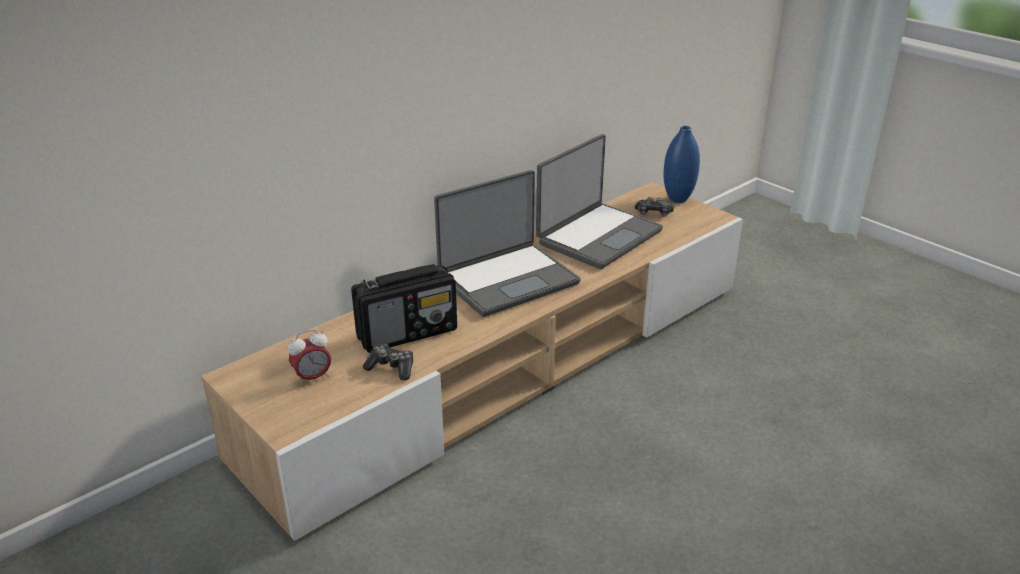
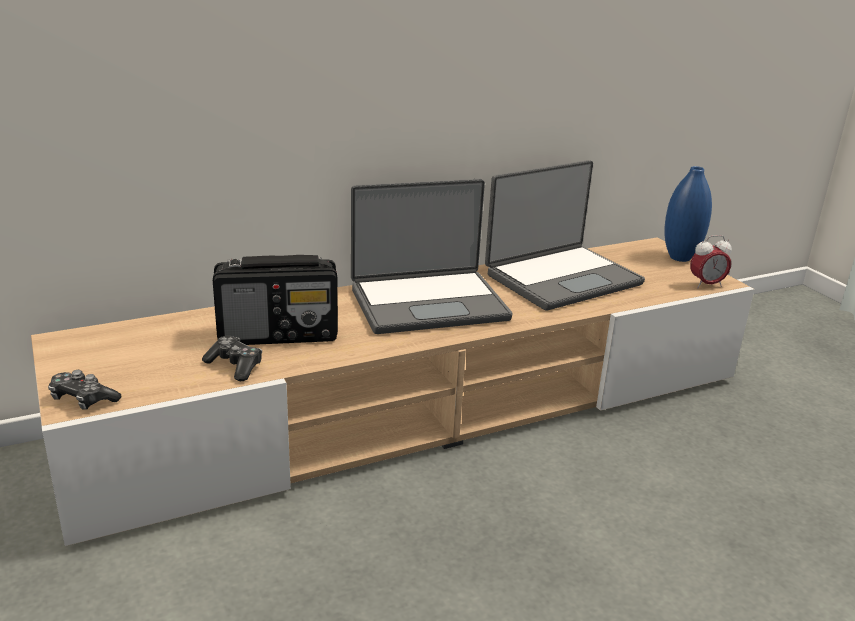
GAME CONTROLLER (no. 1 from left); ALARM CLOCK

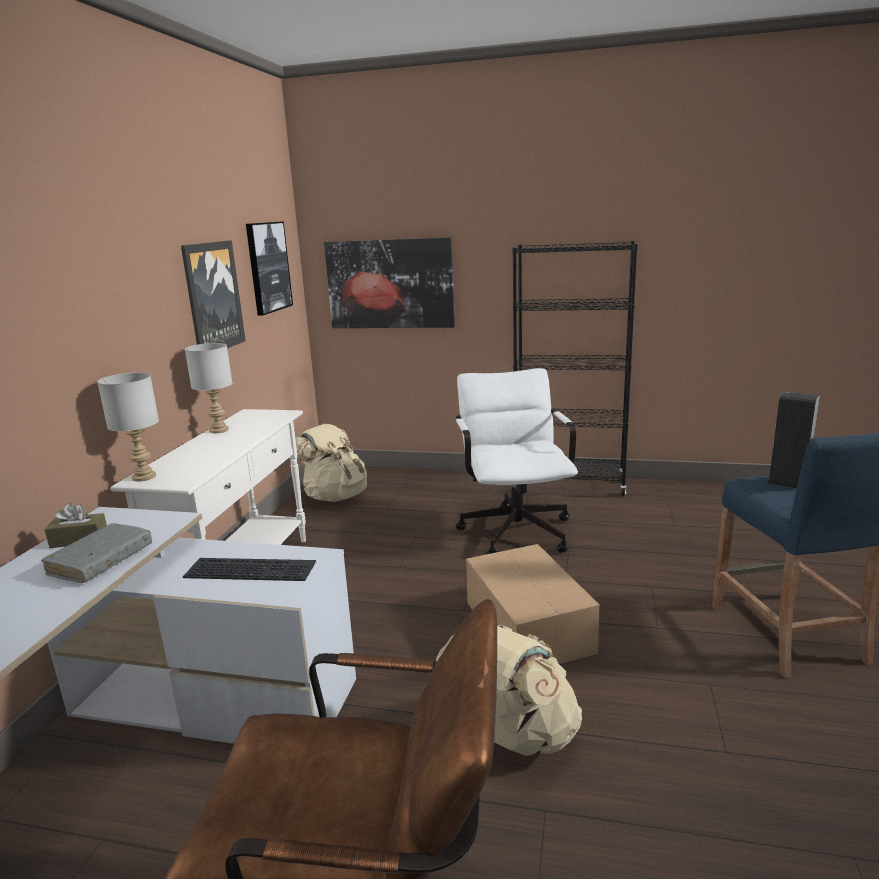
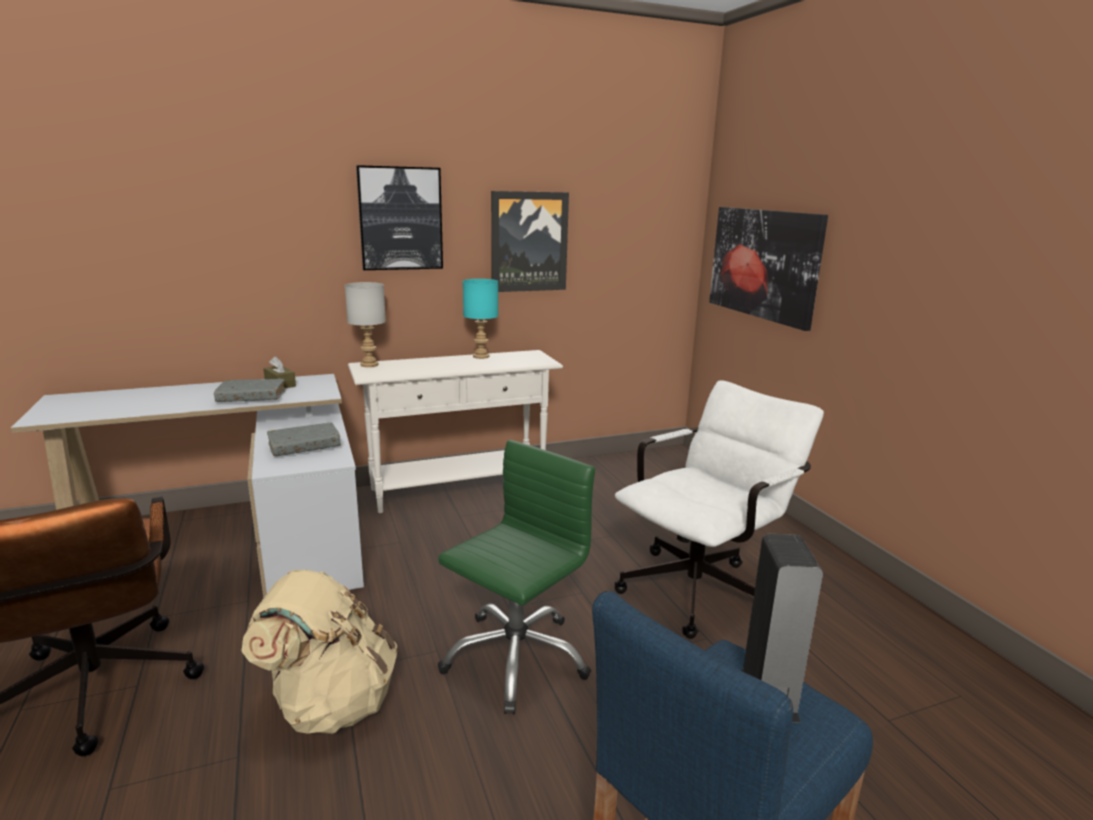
GREY BOOK (no. 2 from left); PICTURE (no. 1 from left); GREEN OFFICE CHAIR; TURQUOISE TABLE LAMP; BEIGE BACKPACK (no. 1 from left in the first image); BLACK BOOKCASE

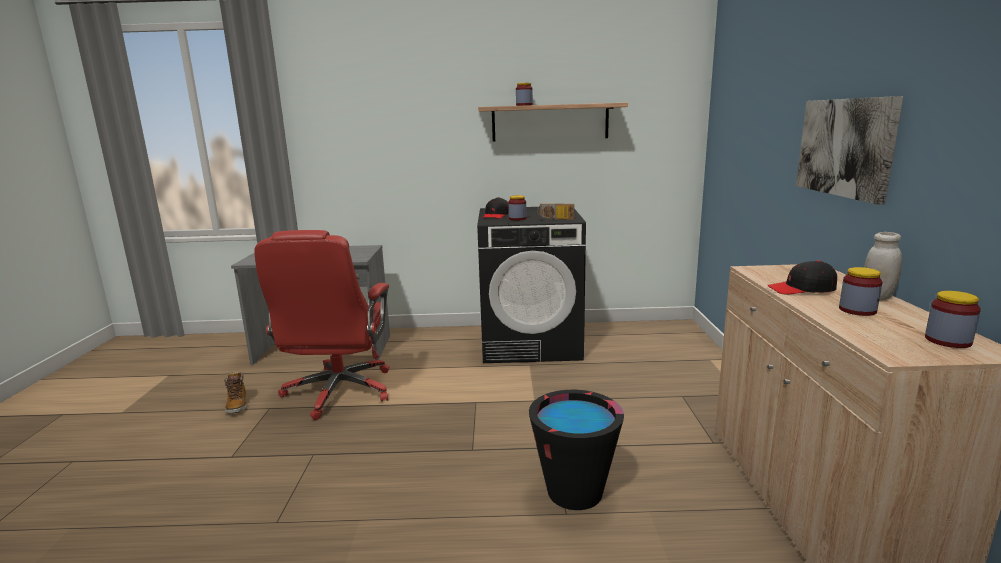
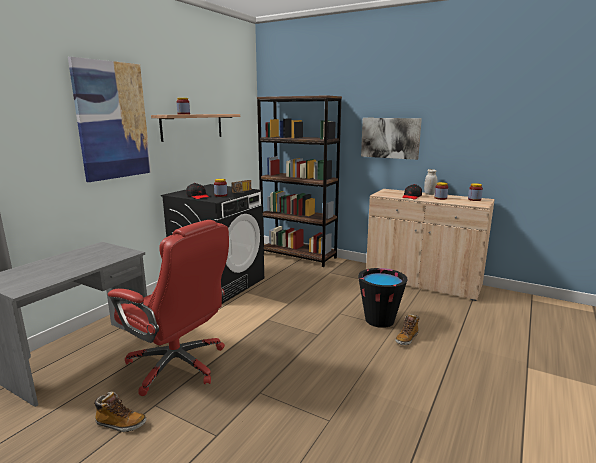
PICTURE (no. 1 from left); BROWN BOOKCASE; BOOT (no. 2 from left)

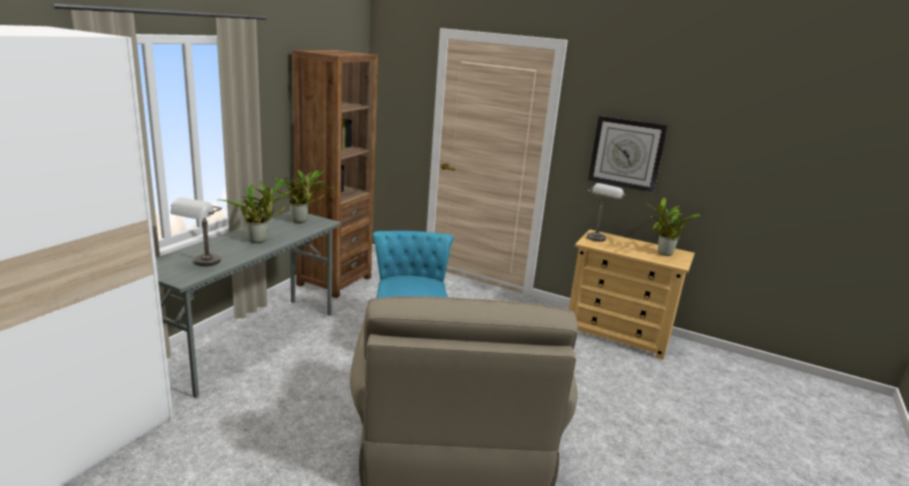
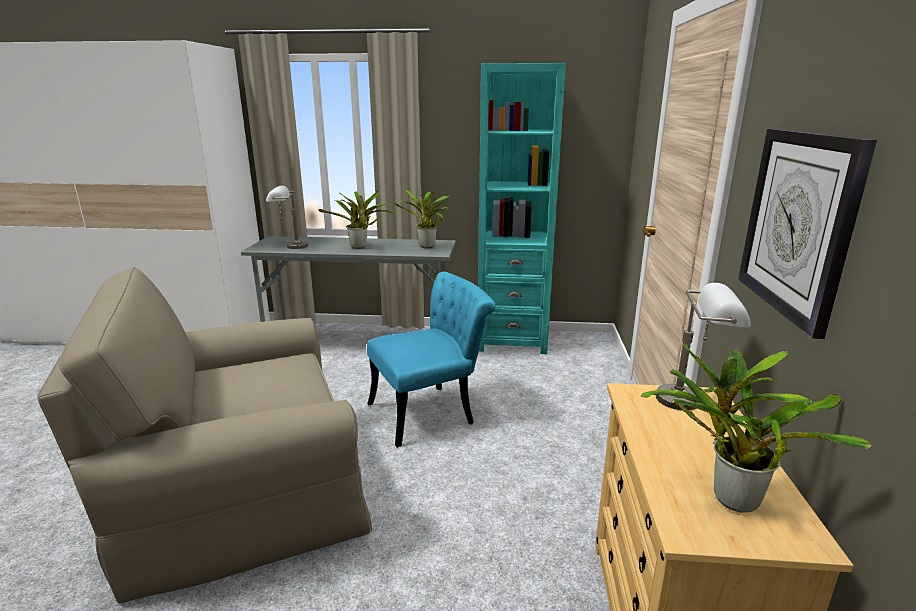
TURQUOISE BOOKCASE

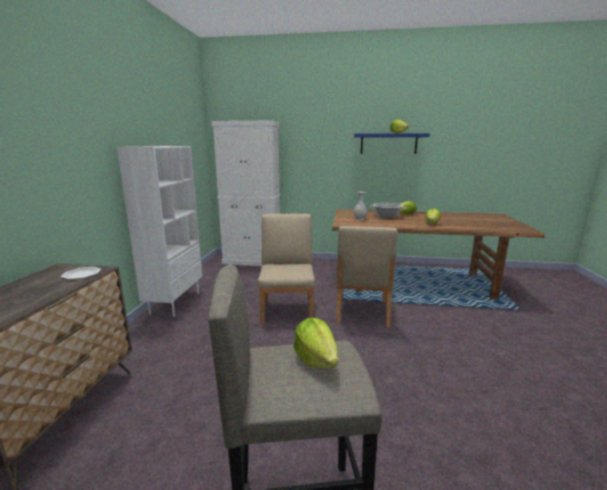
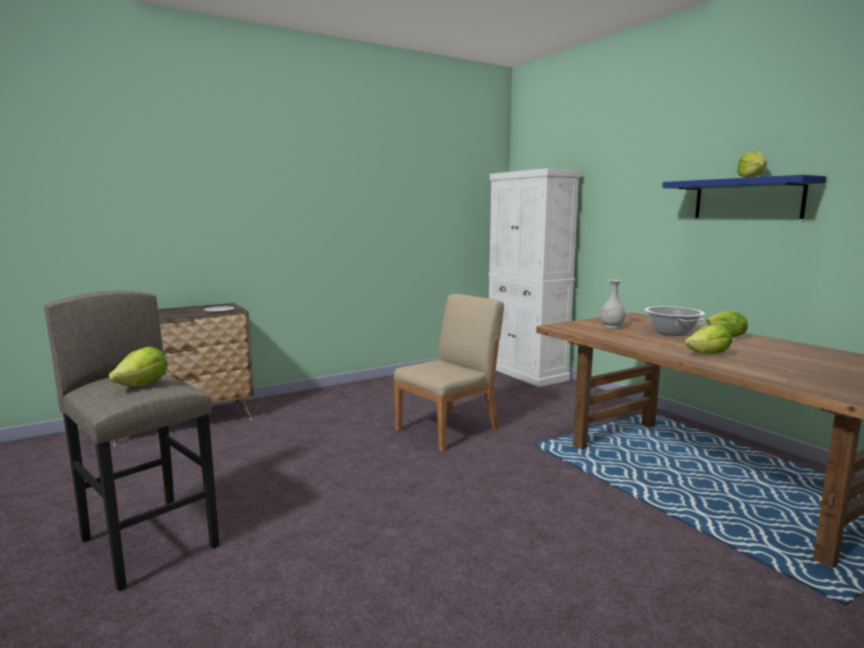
WHITE BOOKCASE; BEIGE CHAIR (no. 2 from left in the first image)

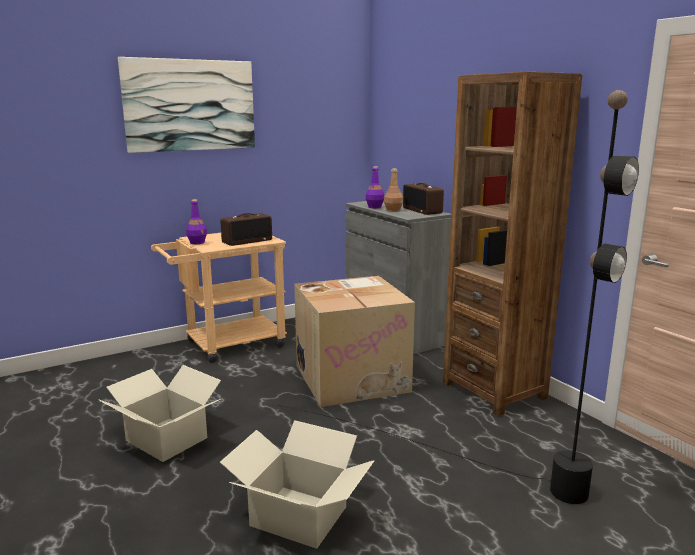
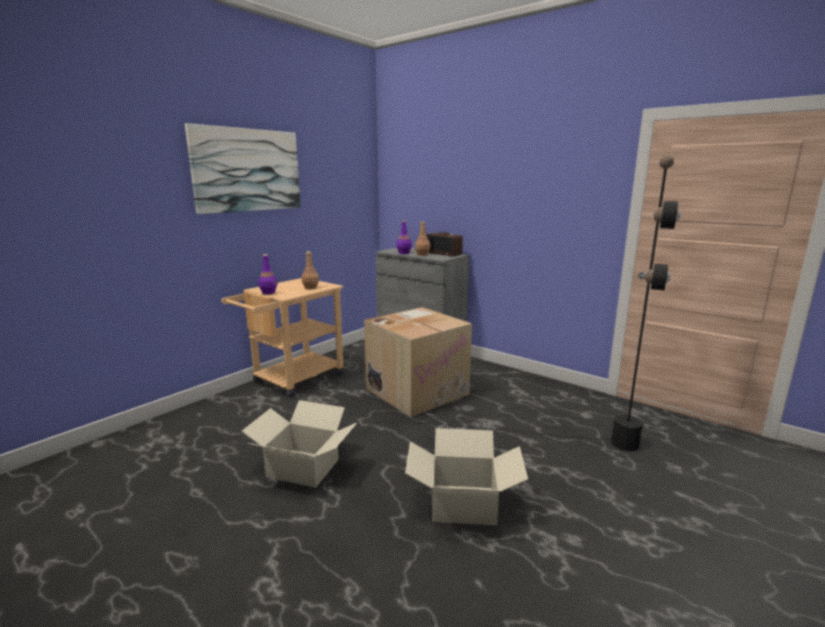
BROWN BOTTLE (no. 1 from left); BROWN BOOKCASE

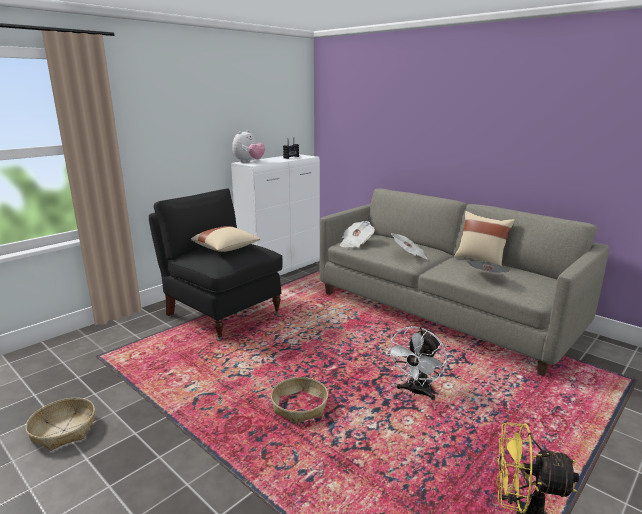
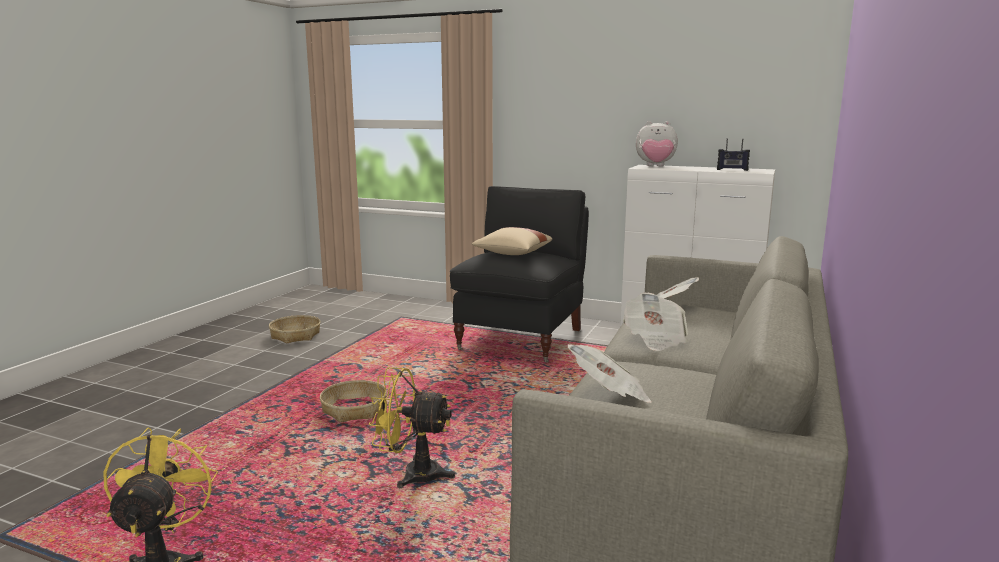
YELLOW FAN (no. 2 from left); BEIGE PILLOW (no. 2 from left in the first image)

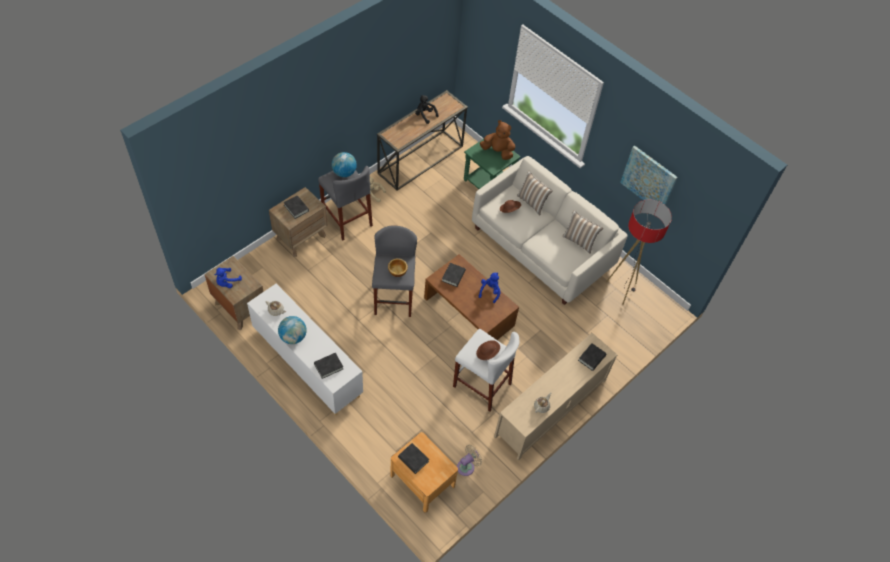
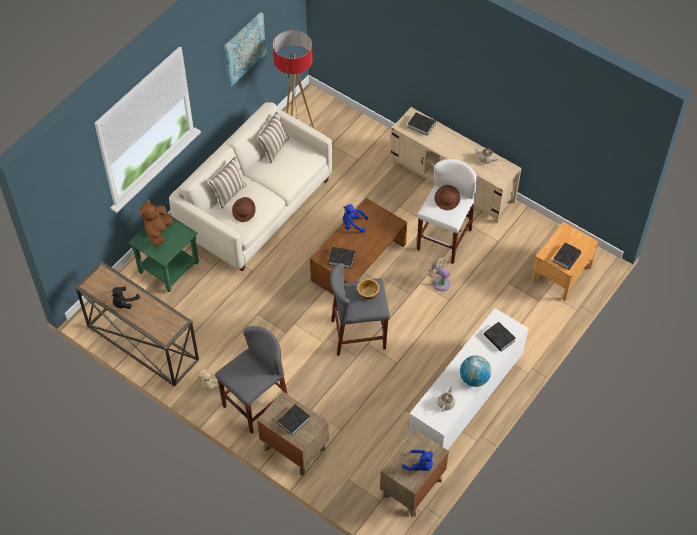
BEIGE FAN; GLOBE (no. 2 from left in the first image)

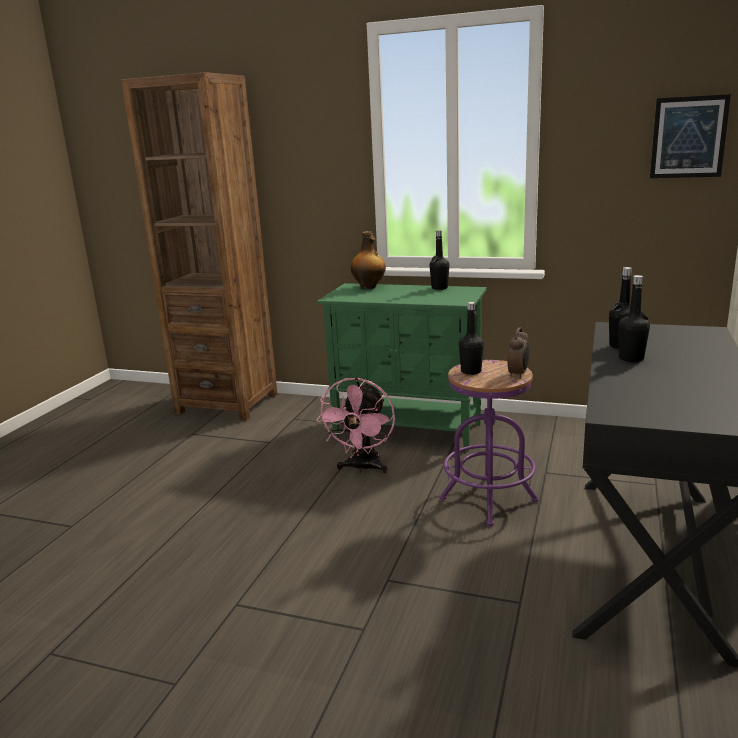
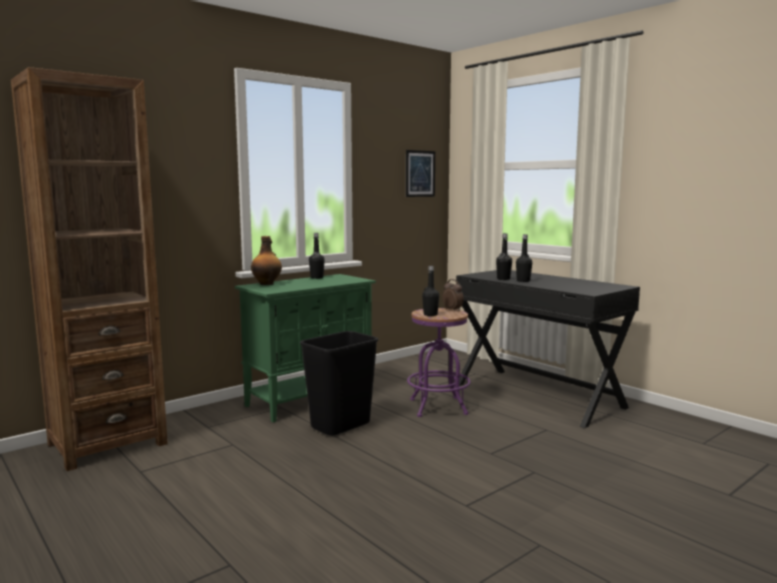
BLACK TRASH CAN

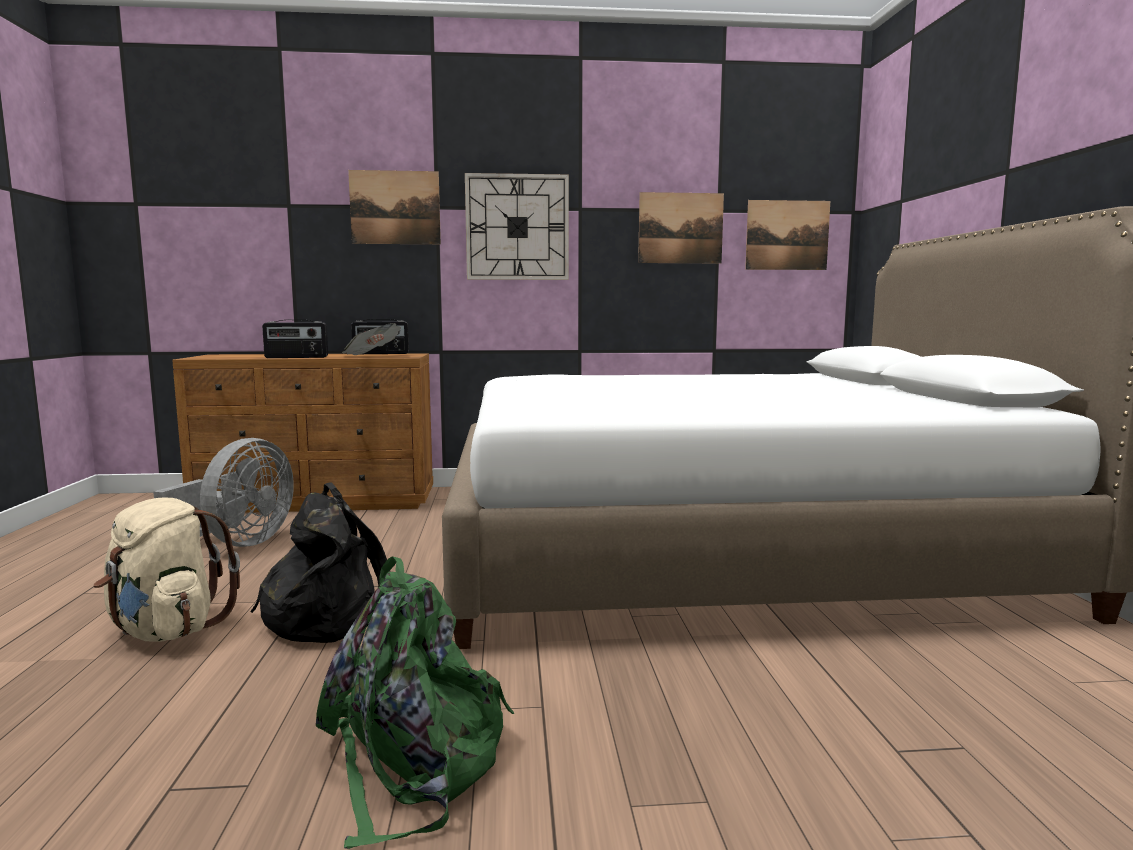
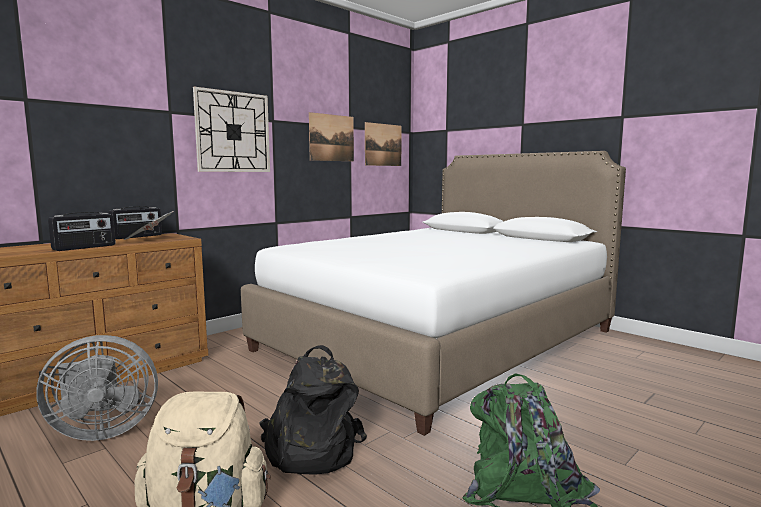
GREY FAN; PICTURE (no. 1 from left in the first image)

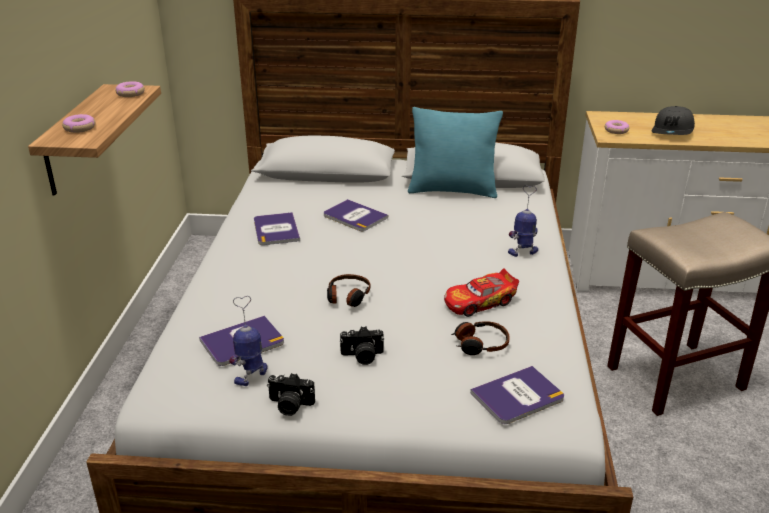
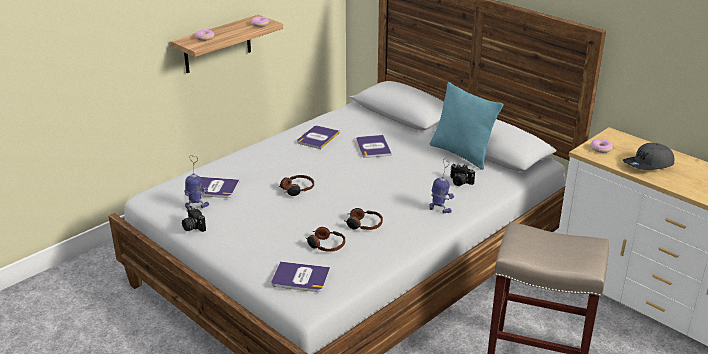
HEADPHONES (no. 3 from left); PHOTO CAMERA (no. 2 from left)

